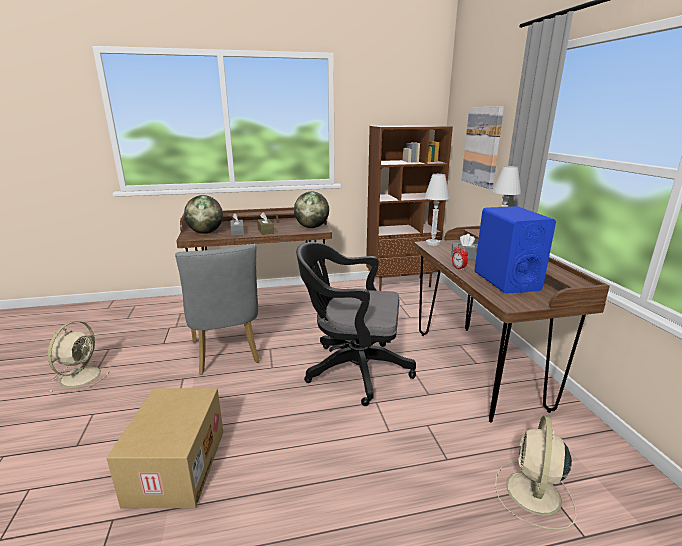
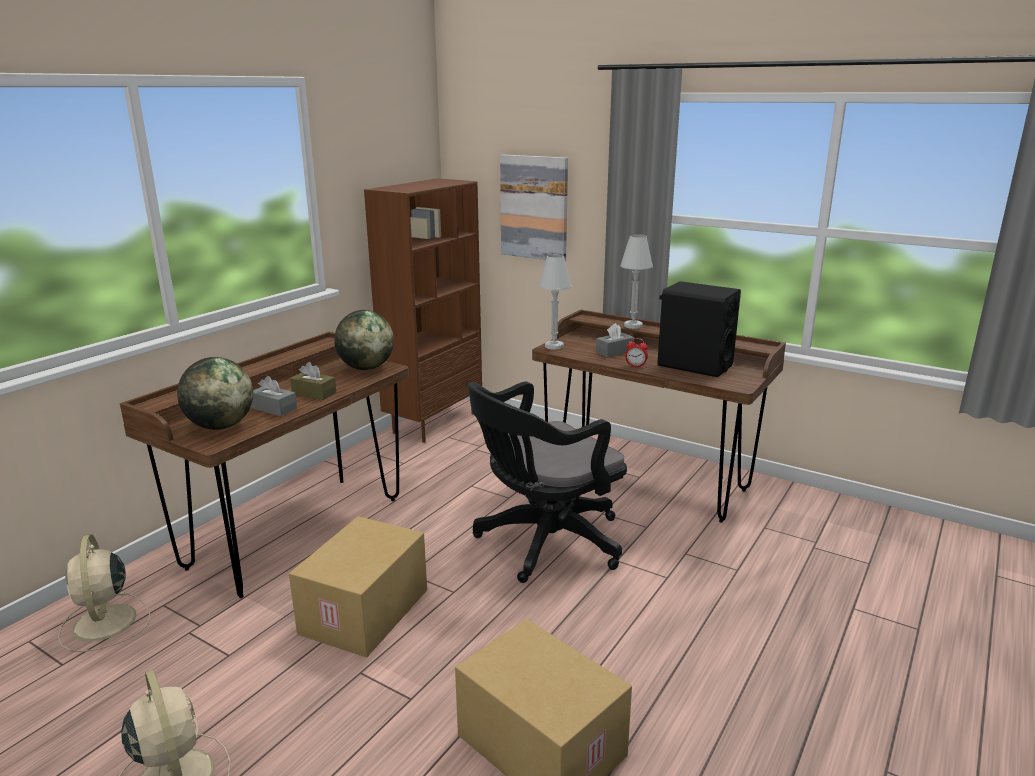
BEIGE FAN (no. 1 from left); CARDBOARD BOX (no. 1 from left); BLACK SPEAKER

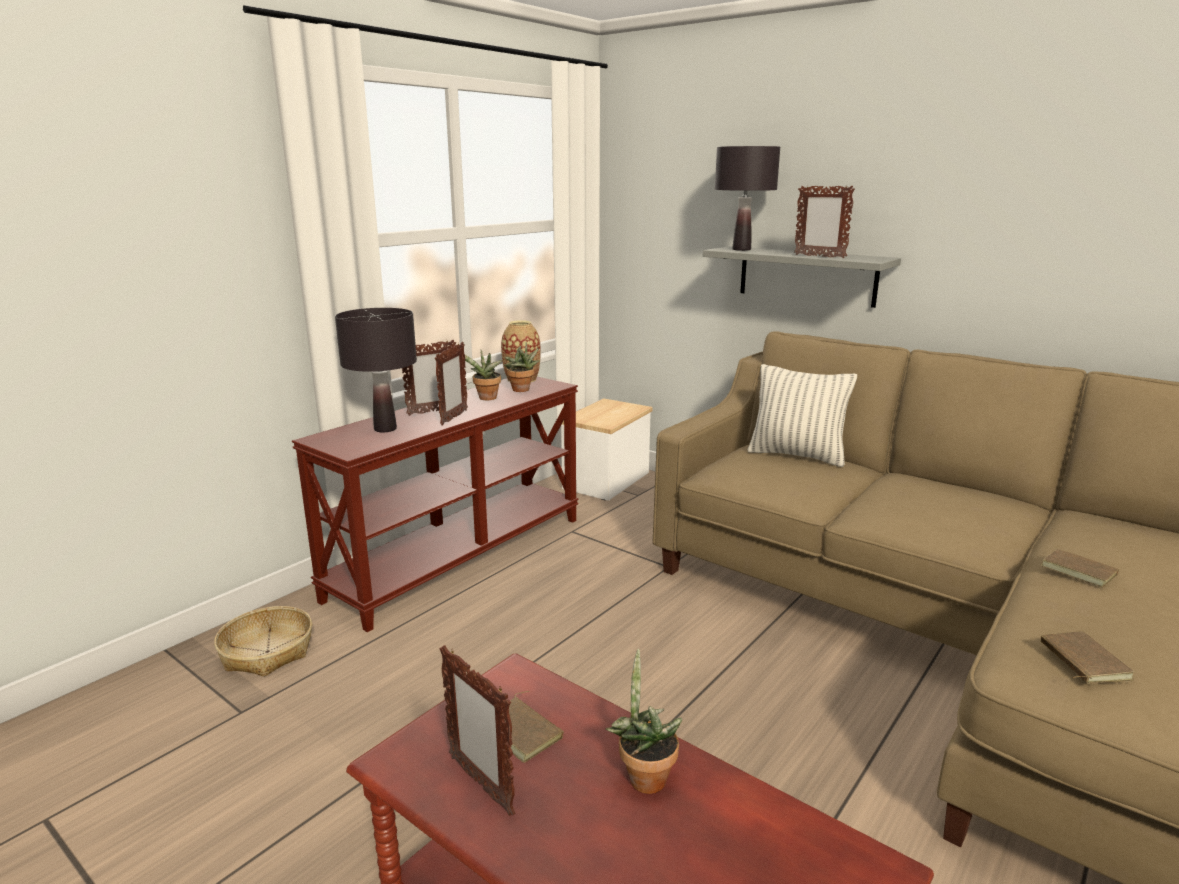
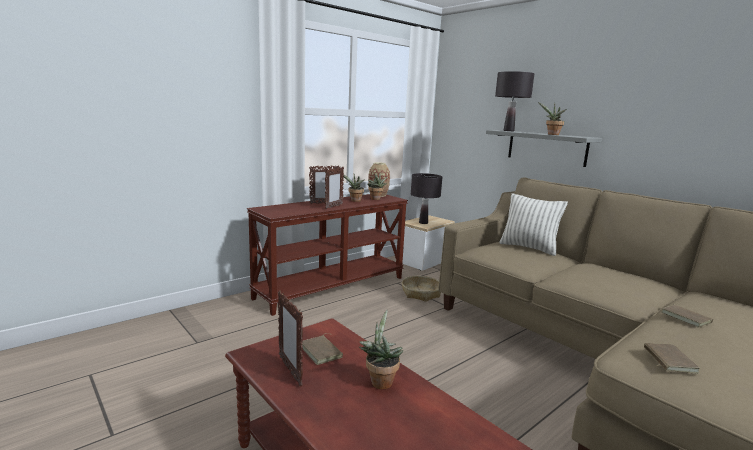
BASKET; BLACK TABLE LAMP (no. 1 from left); POTTED PLANT (no. 4 from left)

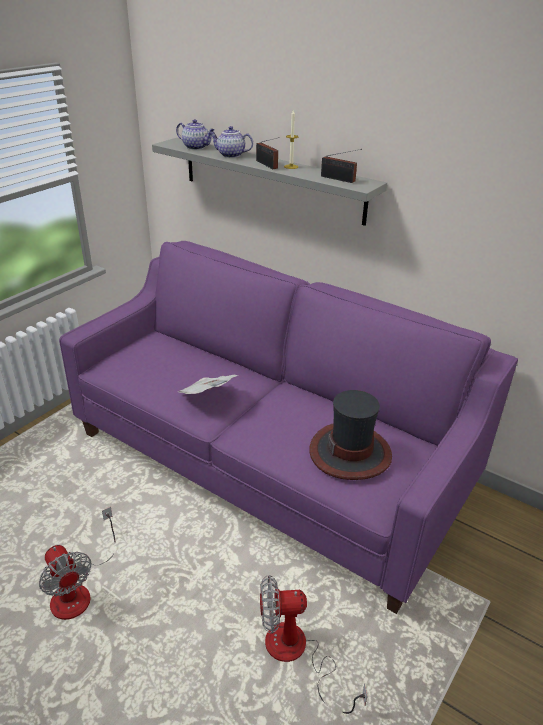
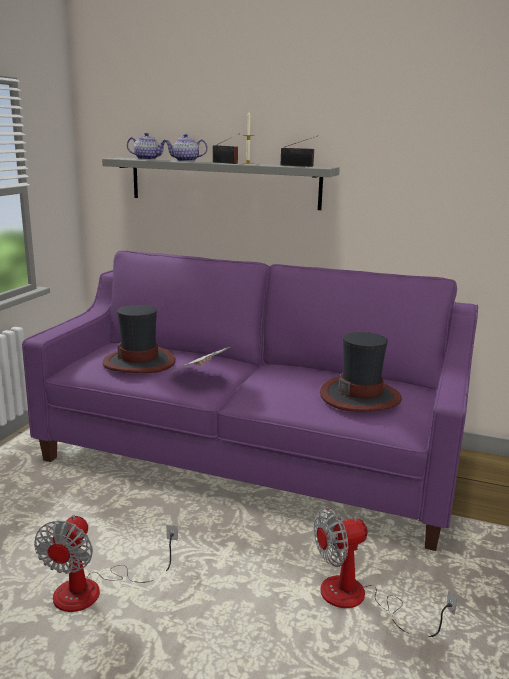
FAN (no. 1 from left); HAT (no. 1 from left)

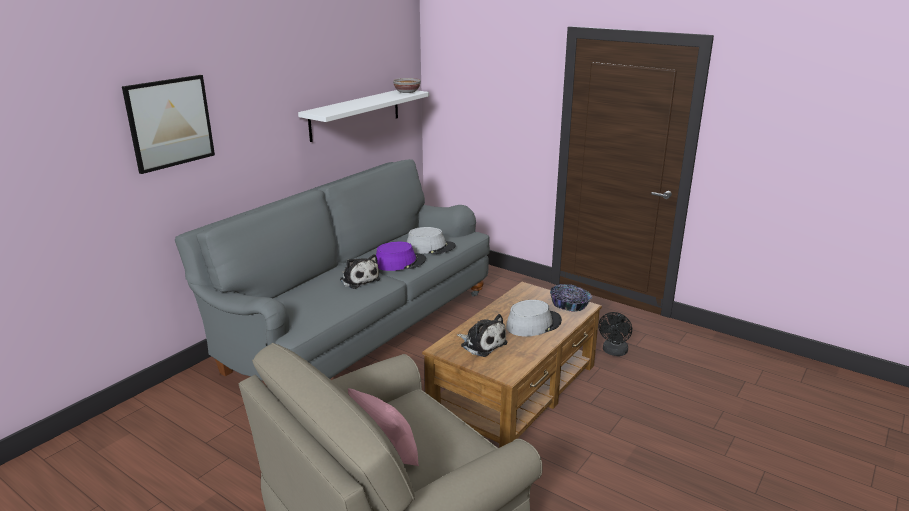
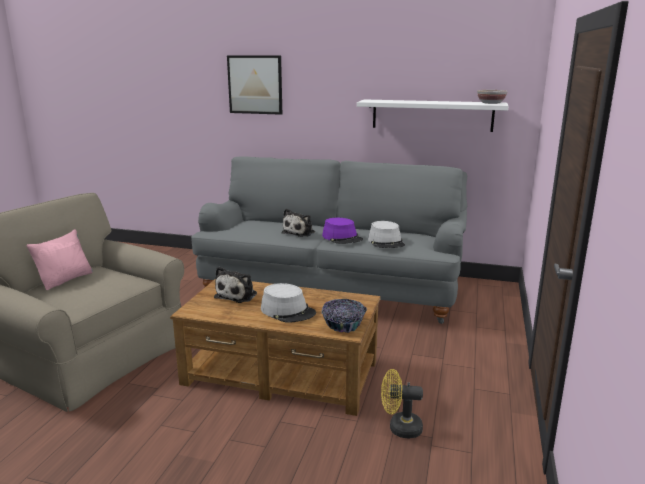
YELLOW FAN

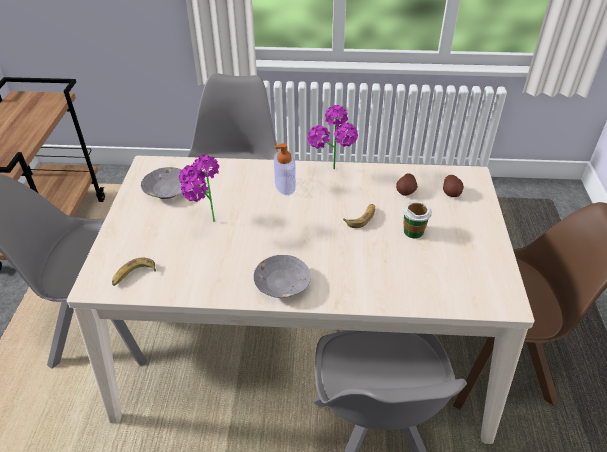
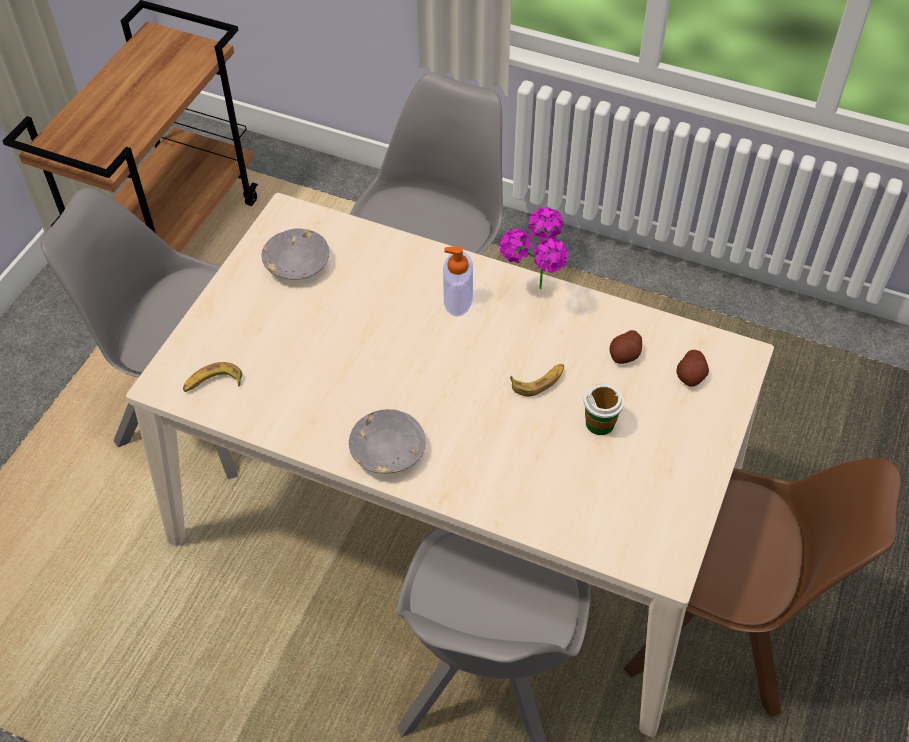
POTTED PLANT (no. 1 from left in the first image)

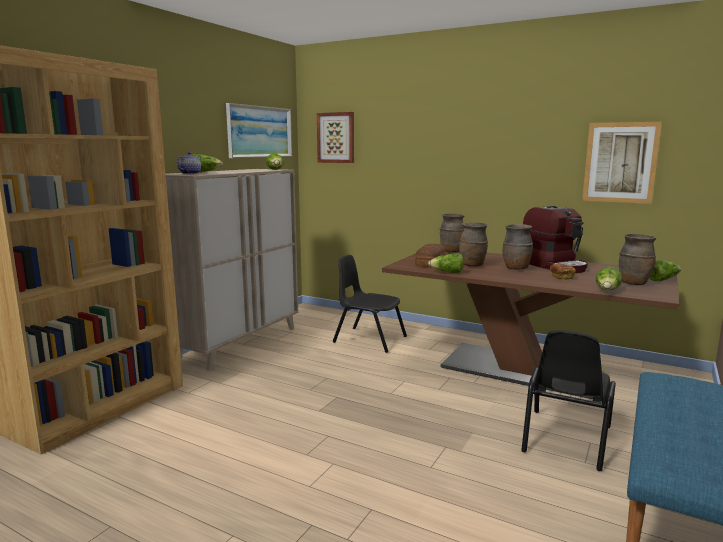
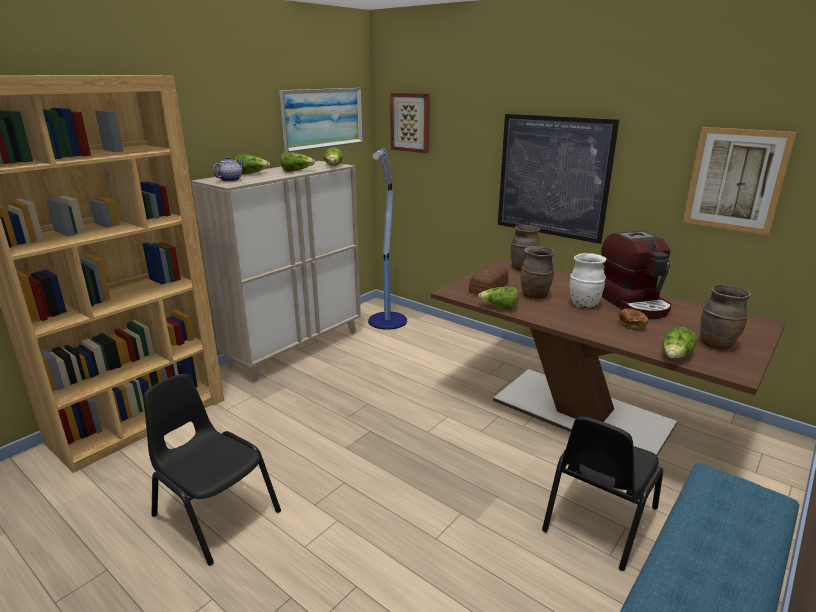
BLACK CHAIR (no. 1 from left); LETTUCE (no. 2 from left); FLOOR LAMP; PICTURE (no. 3 from left); WHITE VASE

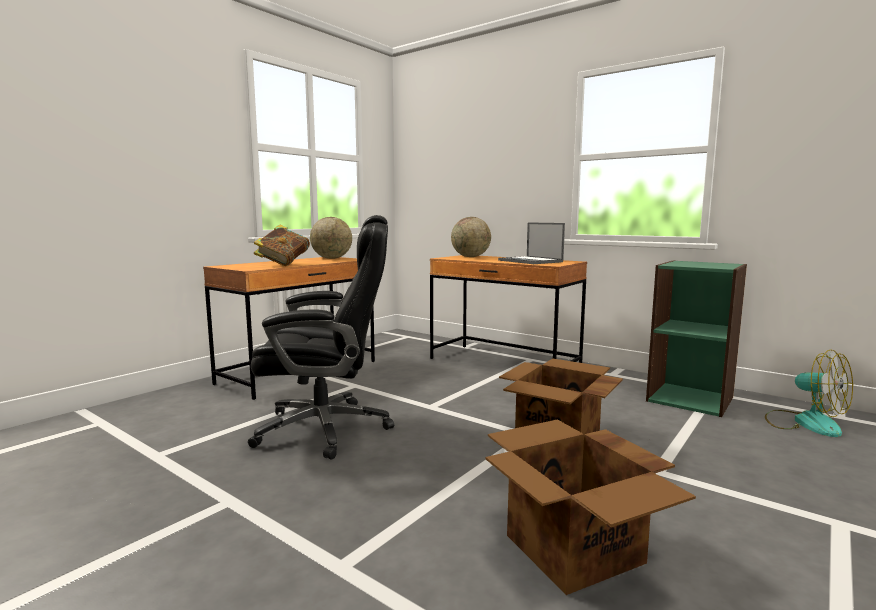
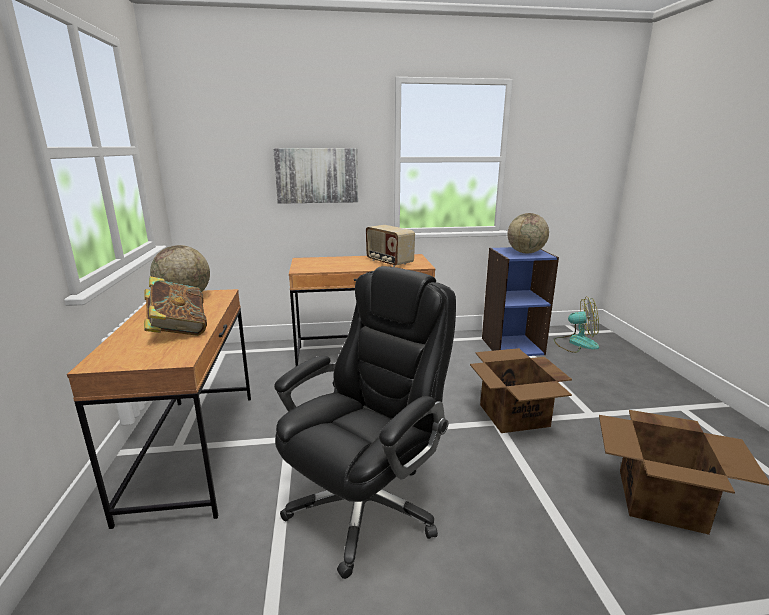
PICTURE; RADIO; BLUE BOOKCASE; GLOBE (no. 2 from left)

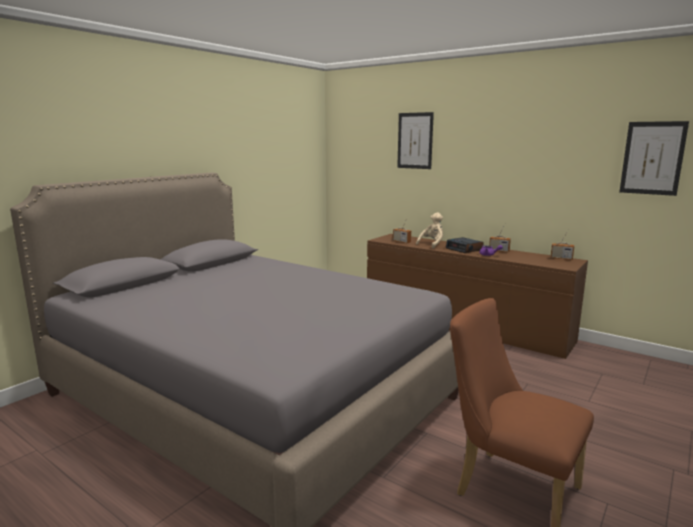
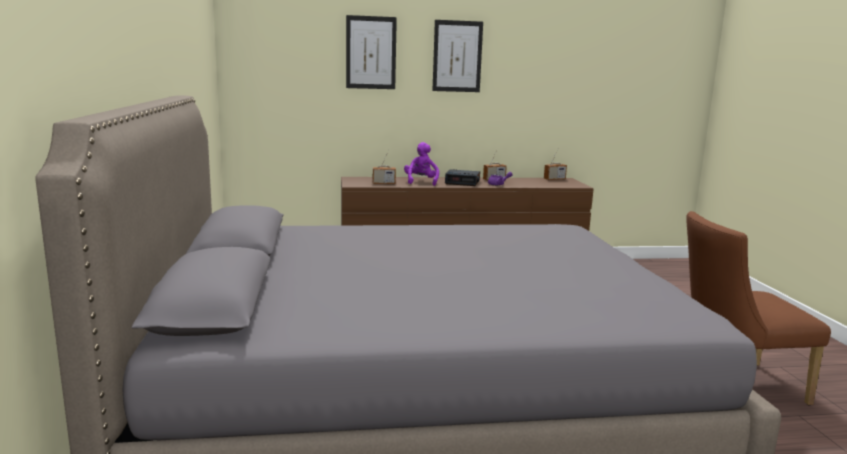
PURPLE PLUSH TOY; PICTURE (no. 2 from left)

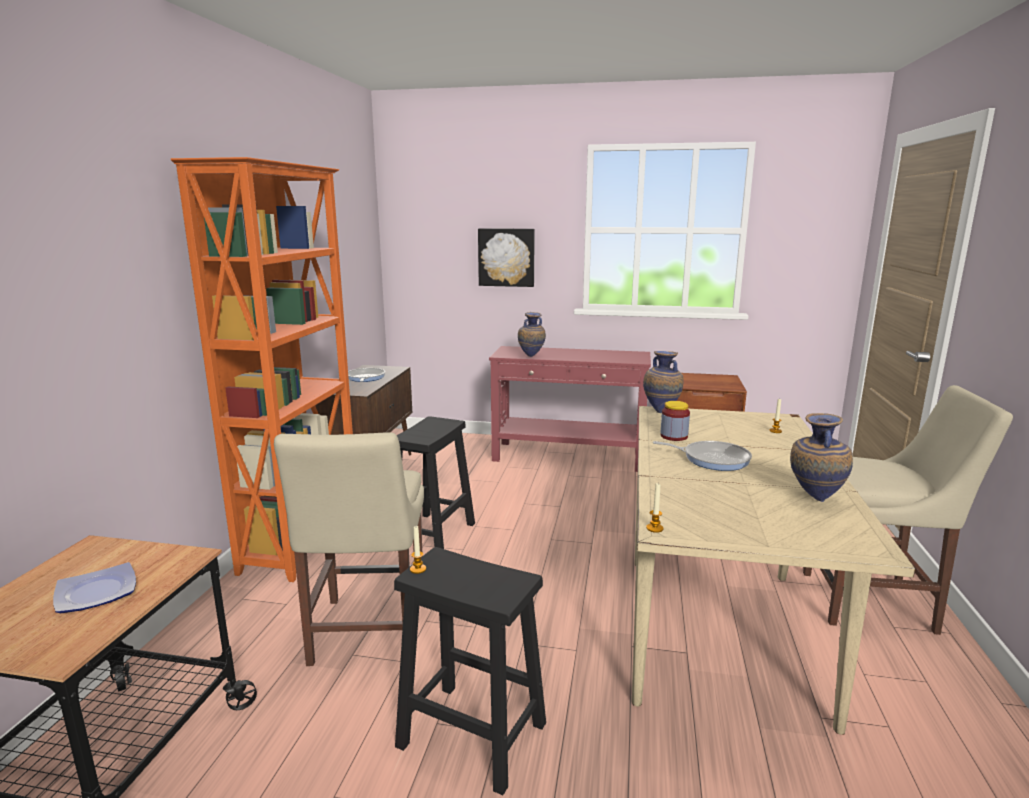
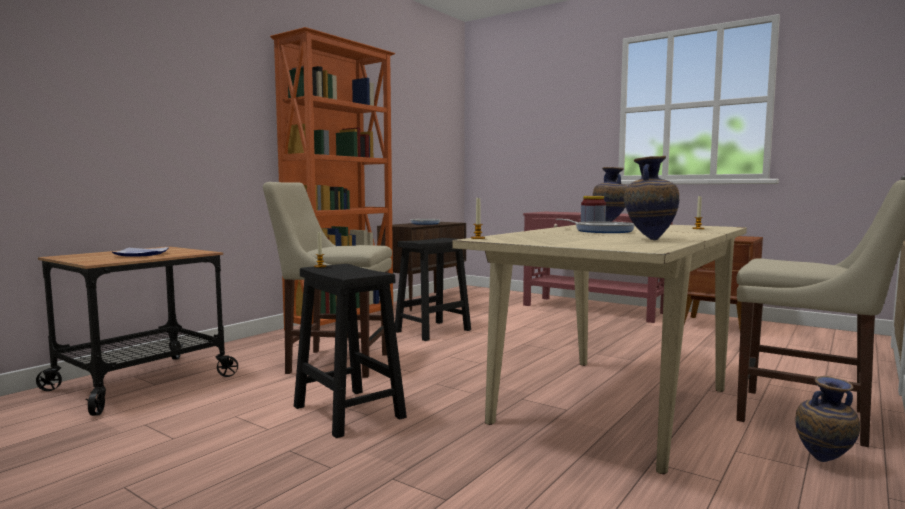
BEIGE CHAIR (no. 1 from left); VASE (no. 3 from left); PICTURE

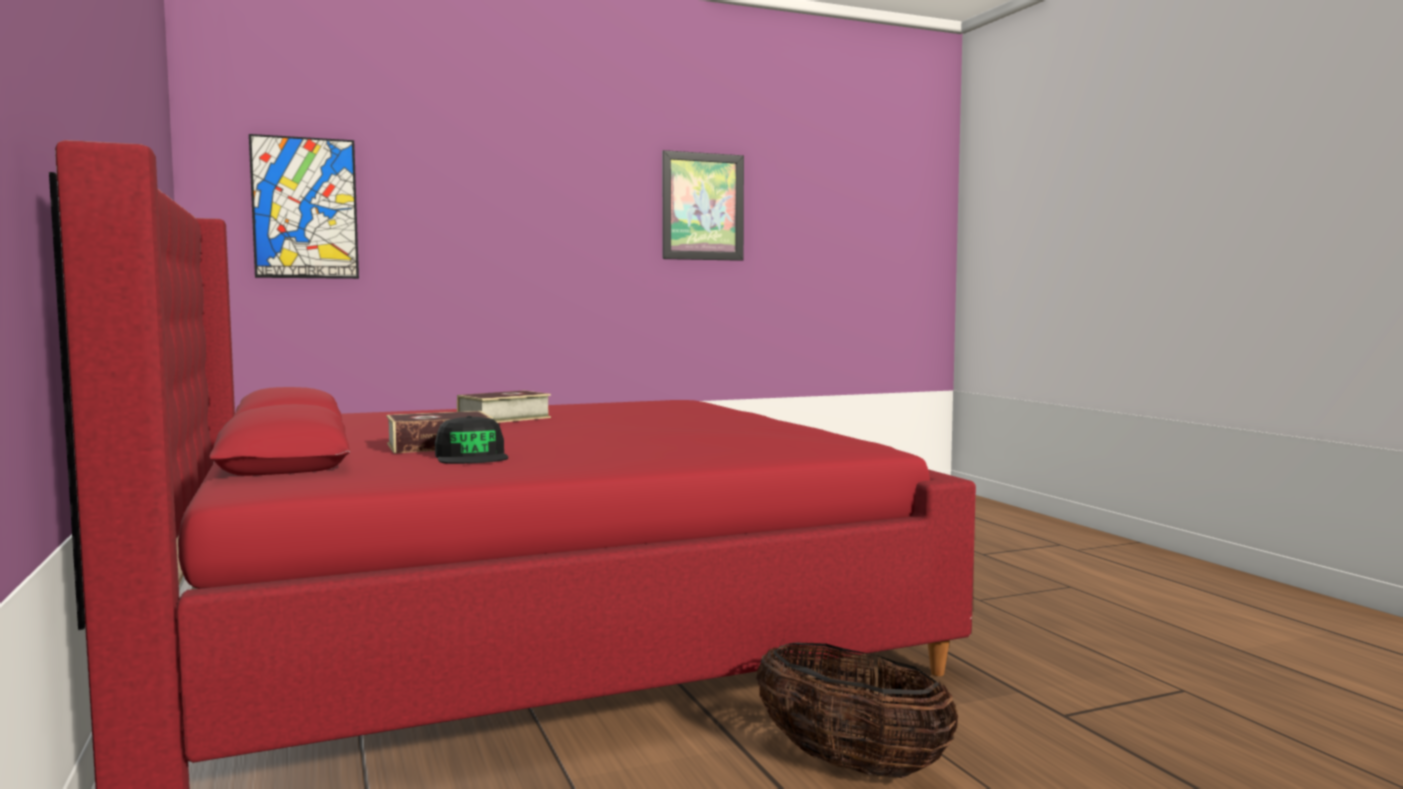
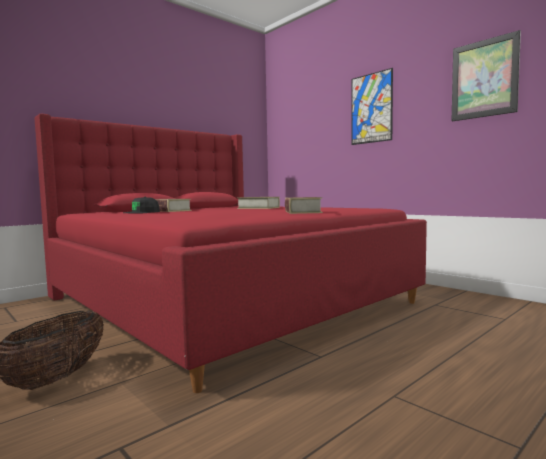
BOOK (no. 3 from left); PICTURE (no. 1 from left)

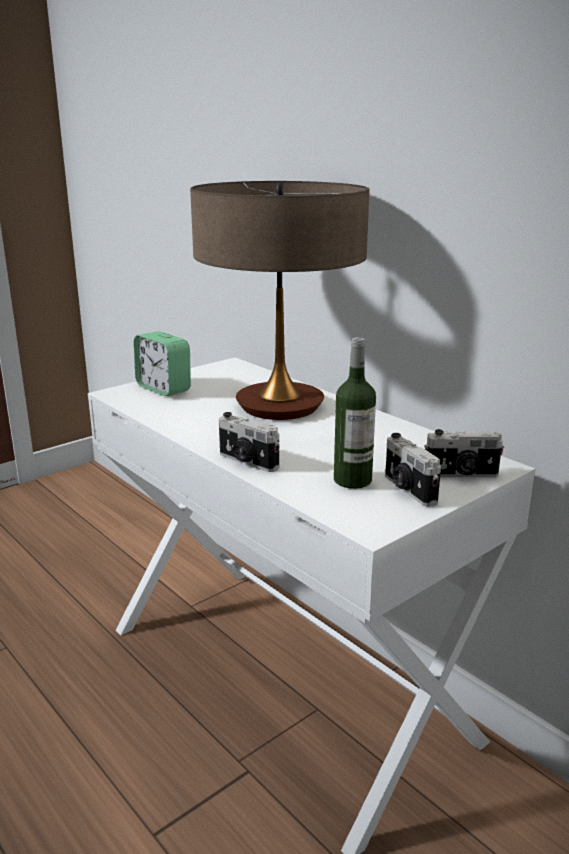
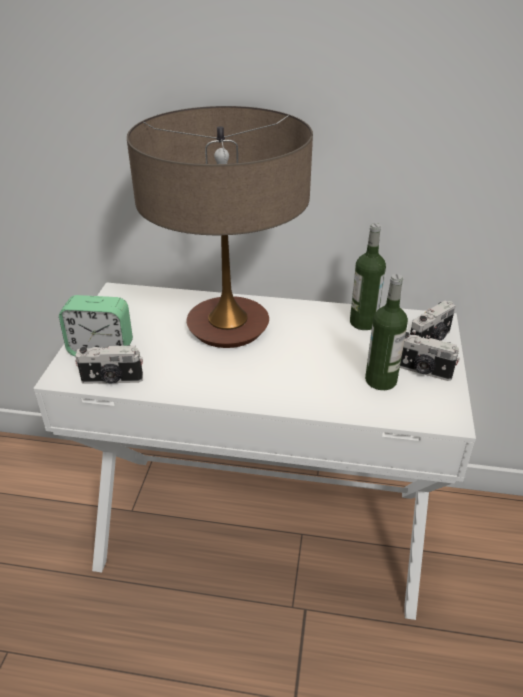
PHOTO CAMERA (no. 1 from left); BOTTLE (no. 1 from left)

